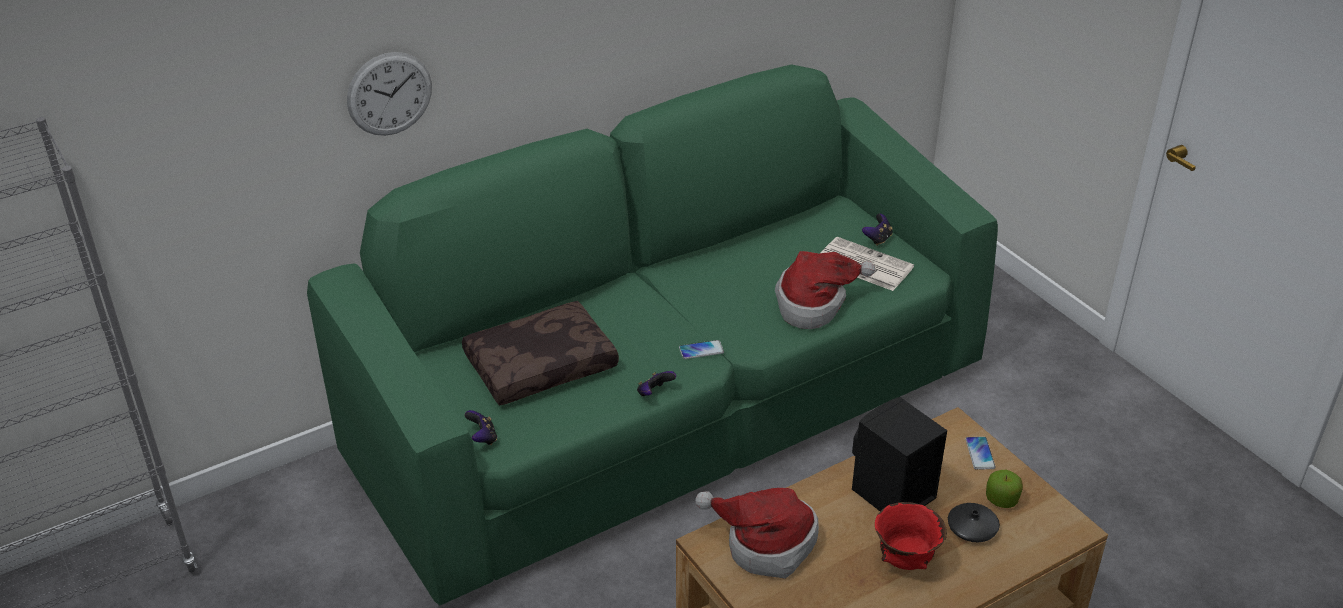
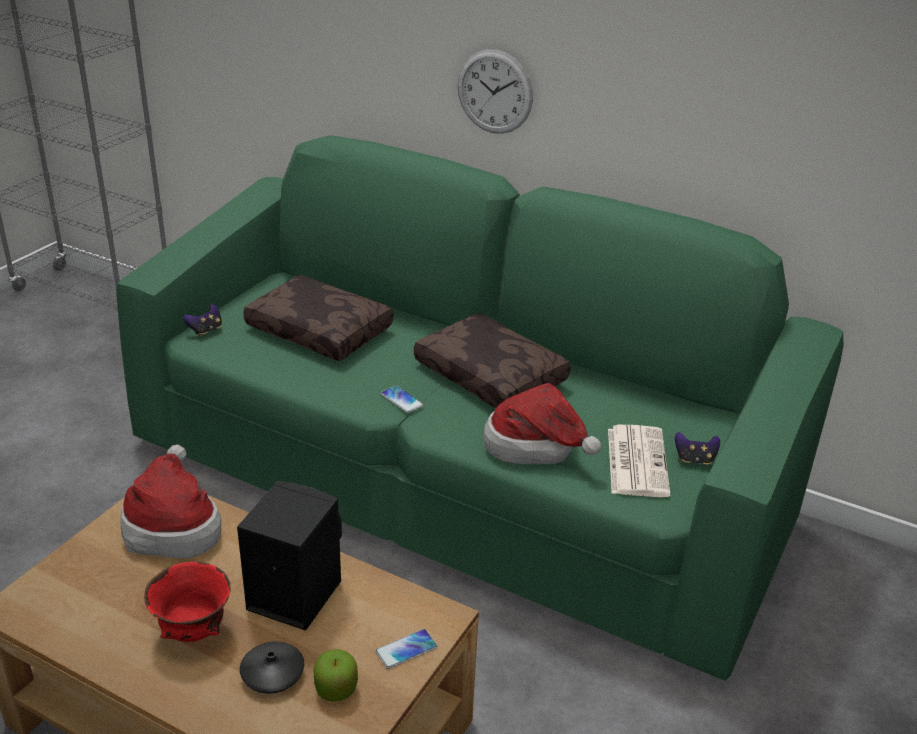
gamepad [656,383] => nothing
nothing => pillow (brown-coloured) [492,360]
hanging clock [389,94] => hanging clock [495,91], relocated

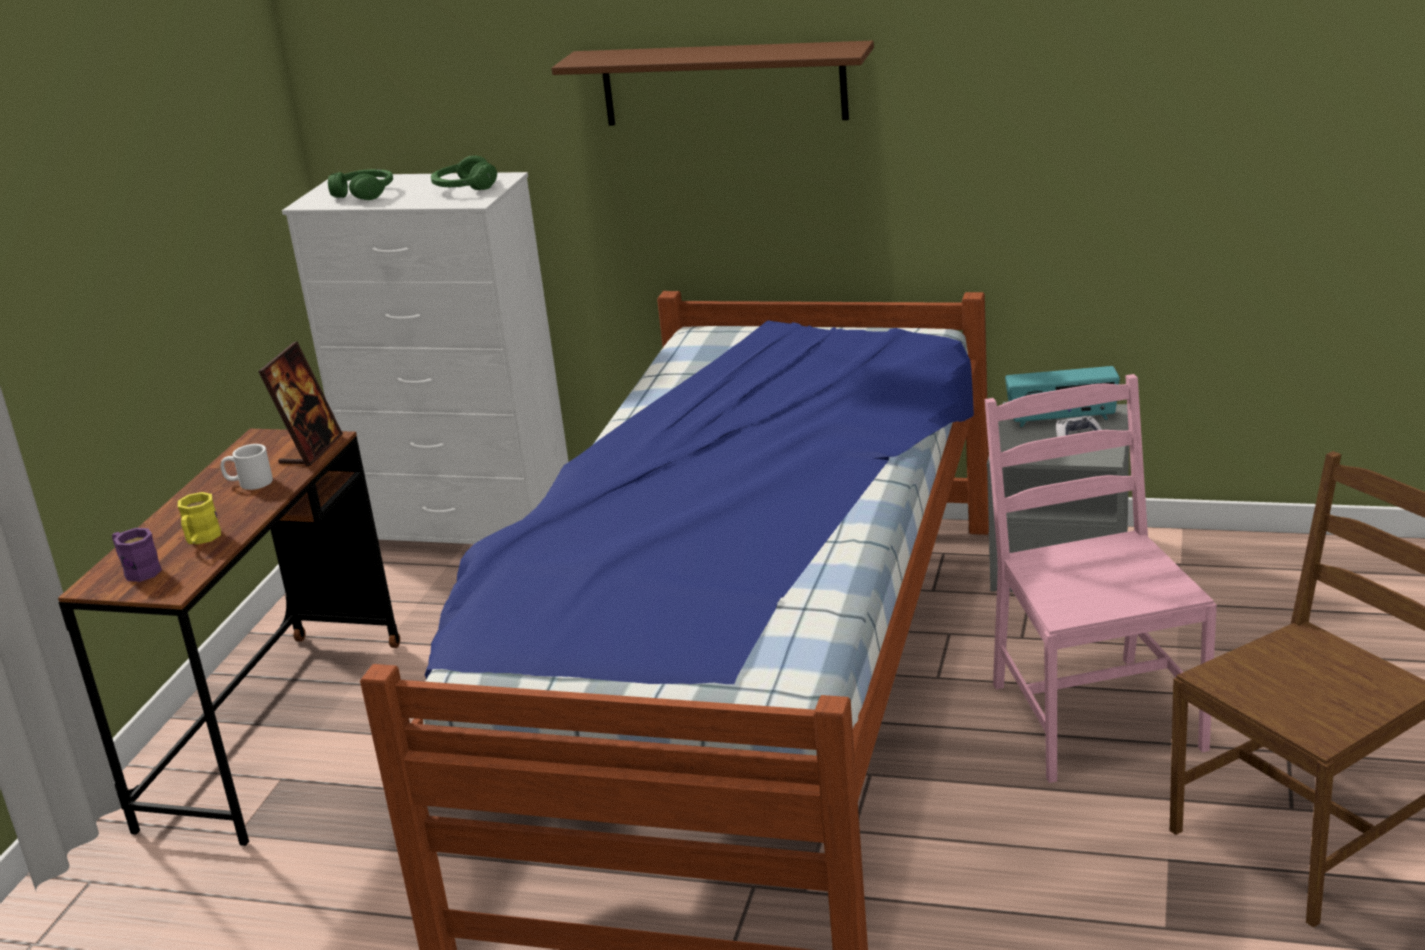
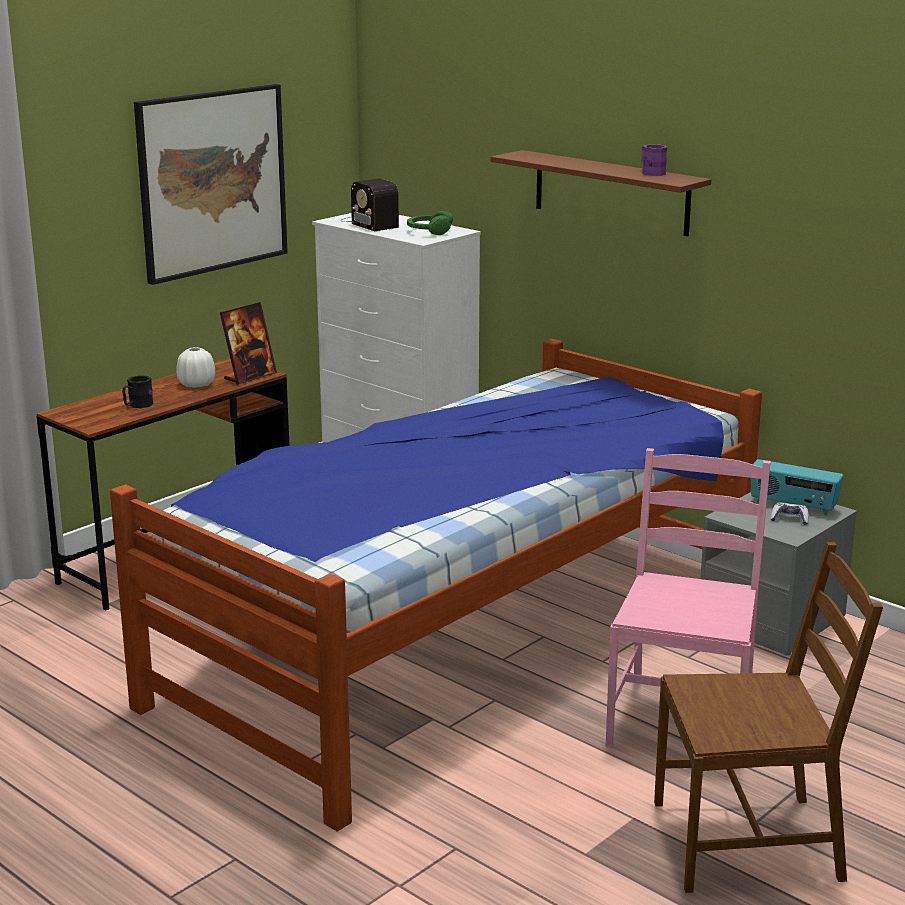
nothing => wall art [211,184]
mug (purplish) [137,555] => mug (purplish) [654,160], relocated
mug (white-coloured) [247,467] => flower vase (white-coloured) [195,367]
headset (green) [360,184] => radio set [369,205]
mug (yellow) [199,518] => mug (black) [138,391]

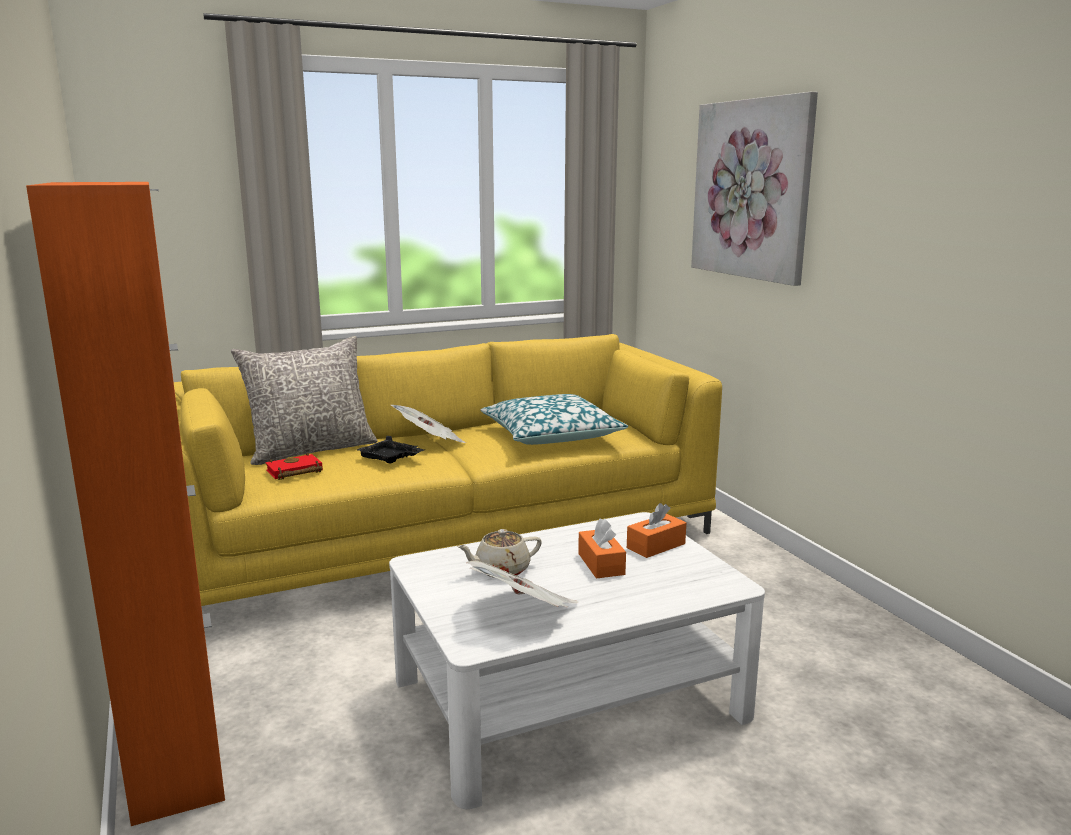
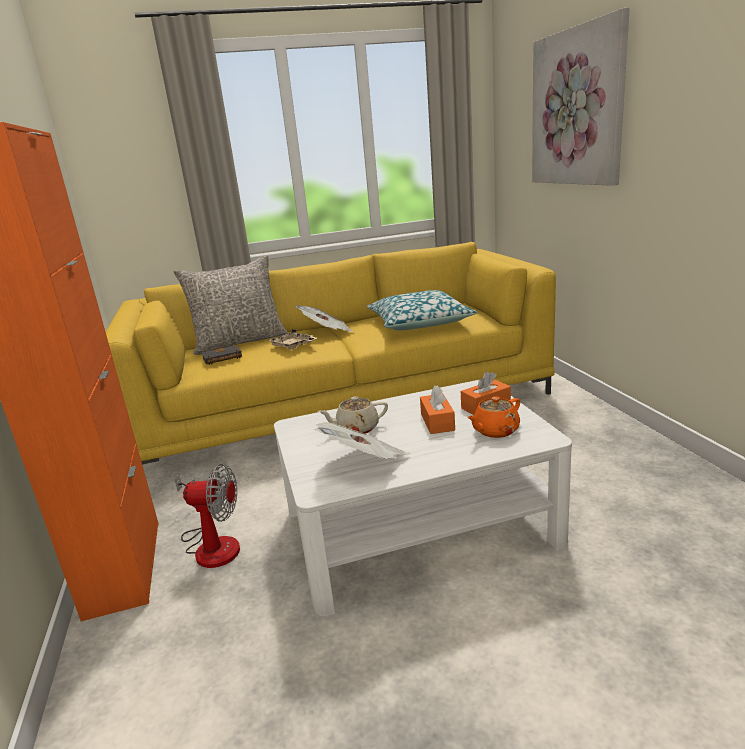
nothing => cooling fan [207,516]
nothing => teapot (orange) [493,417]
volume (red-coloured) [294,466] => volume (black) [222,354]
tray (black) [390,449] => tray (beige-coloured) [292,339]

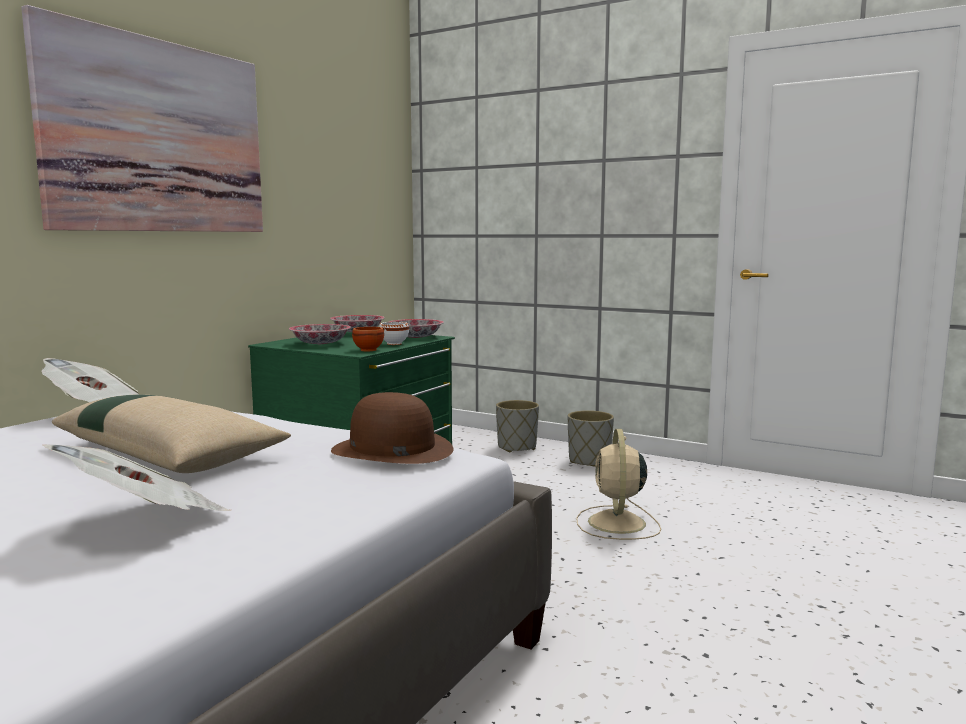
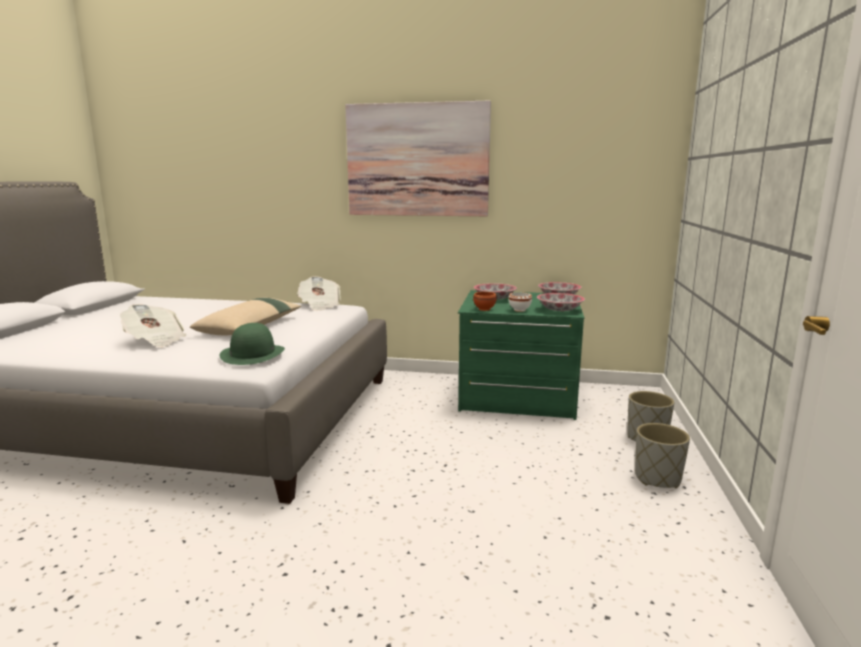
cooling fan (beige-coloured) [618,484] => nothing
clothing hat (brown-coloured) [392,428] => clothing hat (green) [252,344]

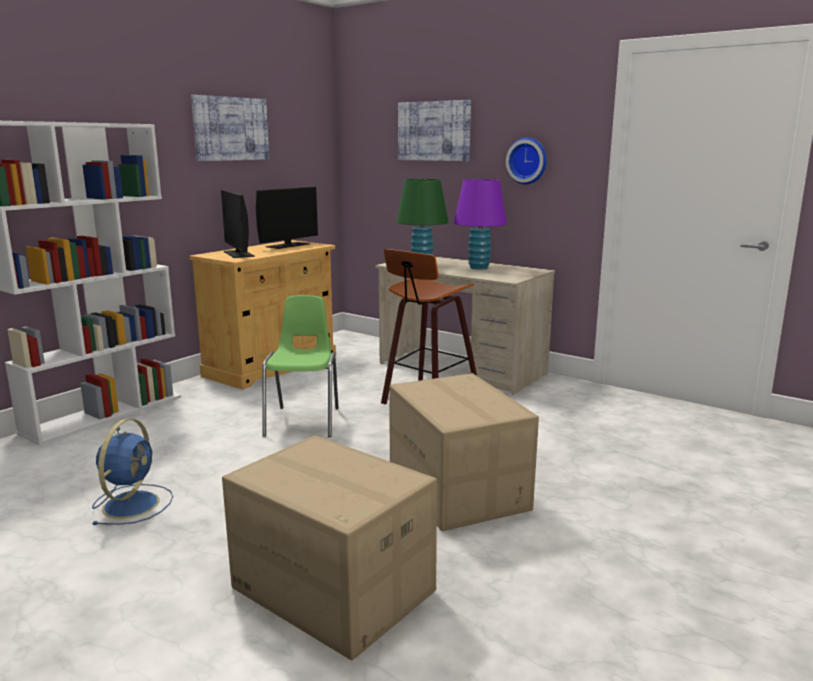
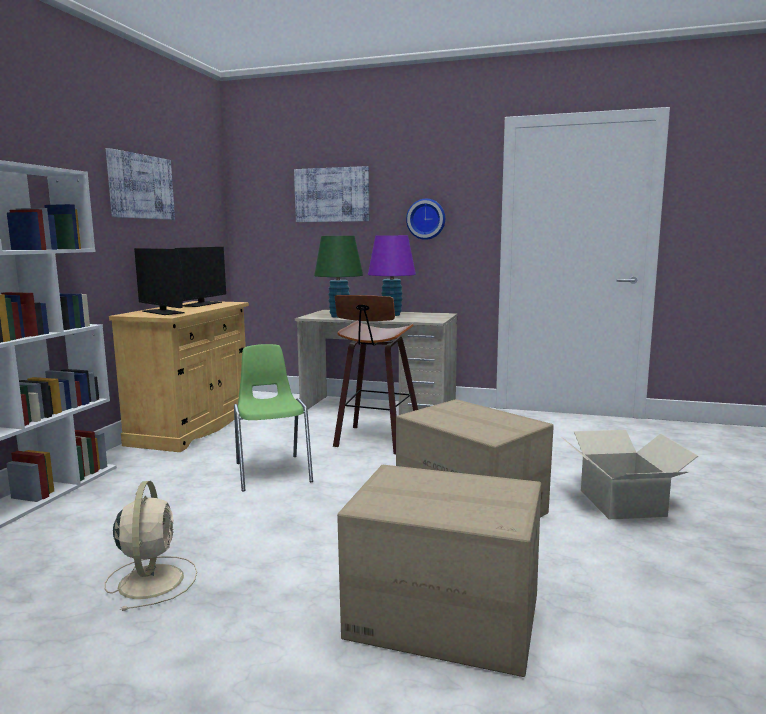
nothing => cardboard box [629,474]
cooling fan (bluish) [132,472] => cooling fan (beige-coloured) [150,546]

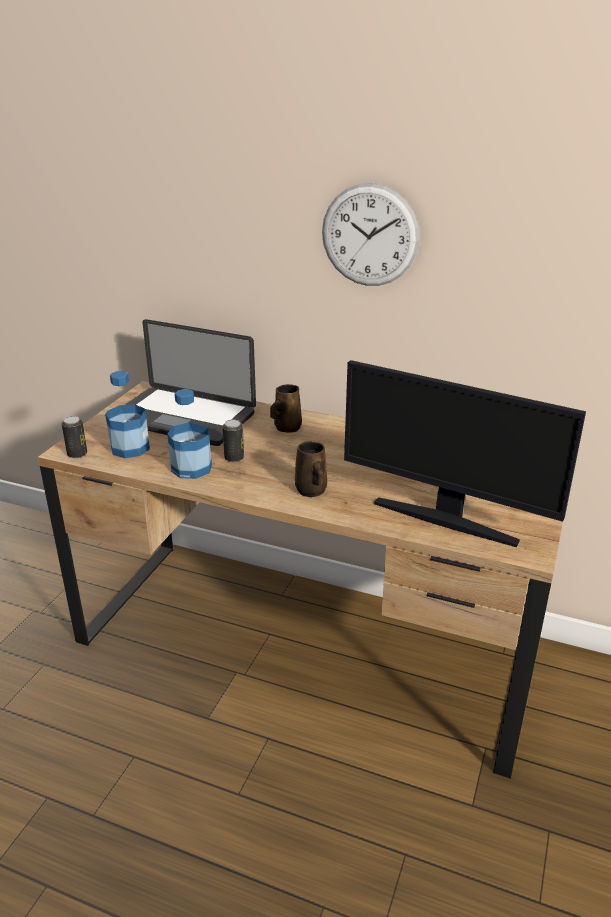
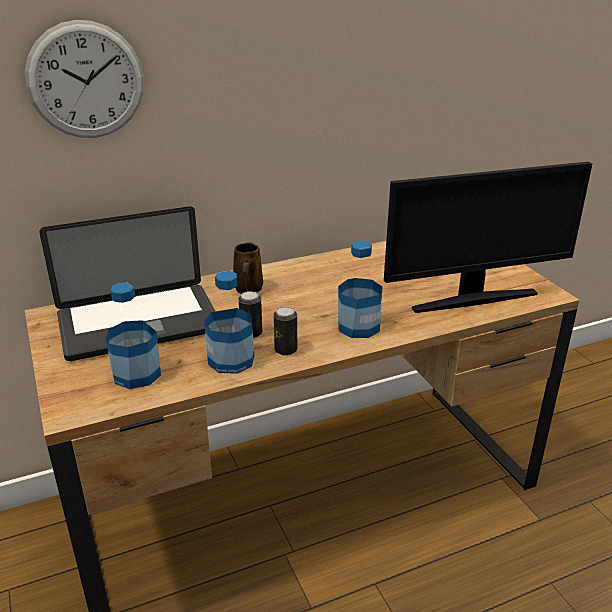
sealed can [74,437] => sealed can [285,331], relocated
hanging clock [370,234] => hanging clock [84,79], relocated
mug (brown-coloured) [311,469] => bottle [360,289]

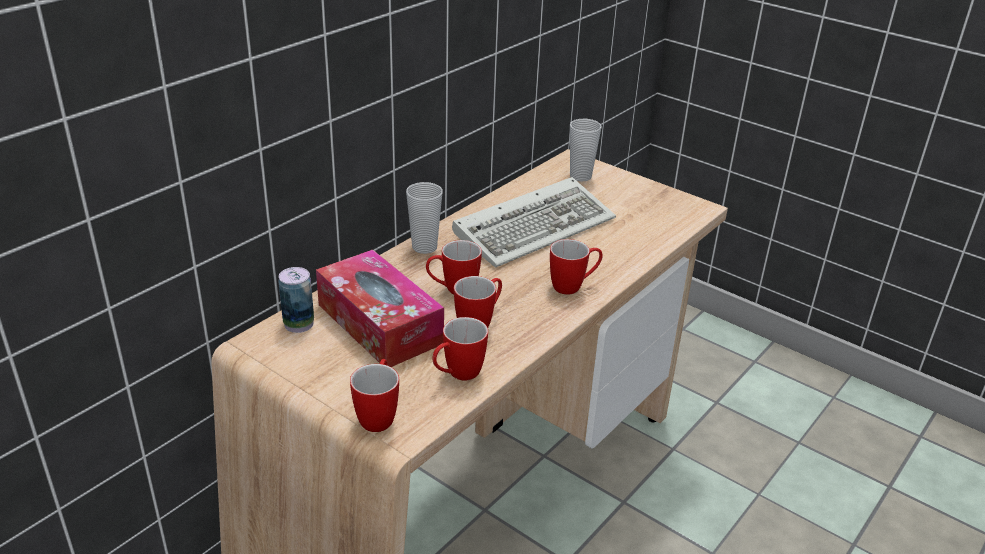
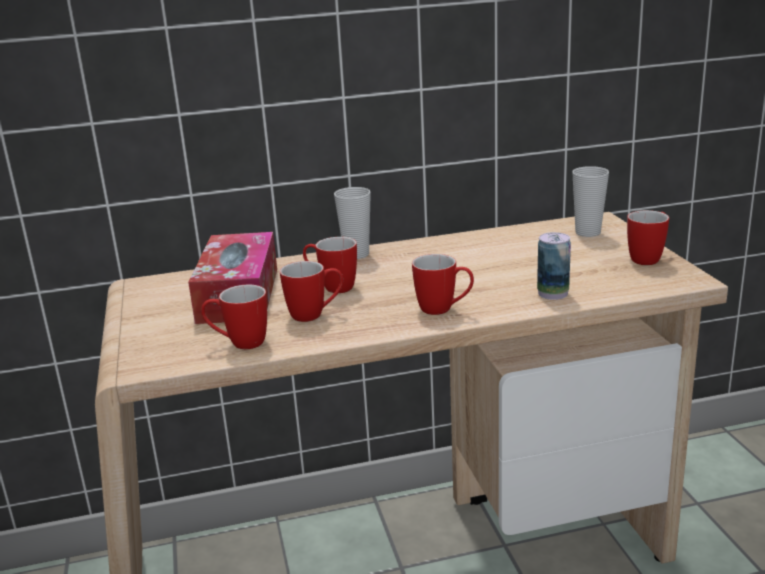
computer keyboard [534,222] => nothing
sealed can [296,300] => sealed can [554,266], relocated
mug [374,395] => mug [648,237], relocated

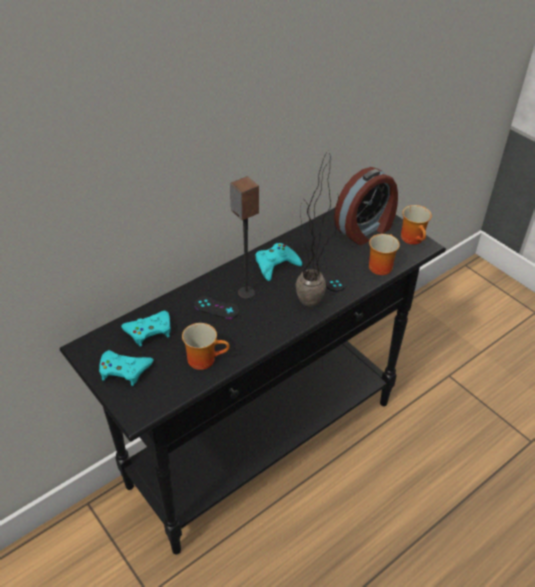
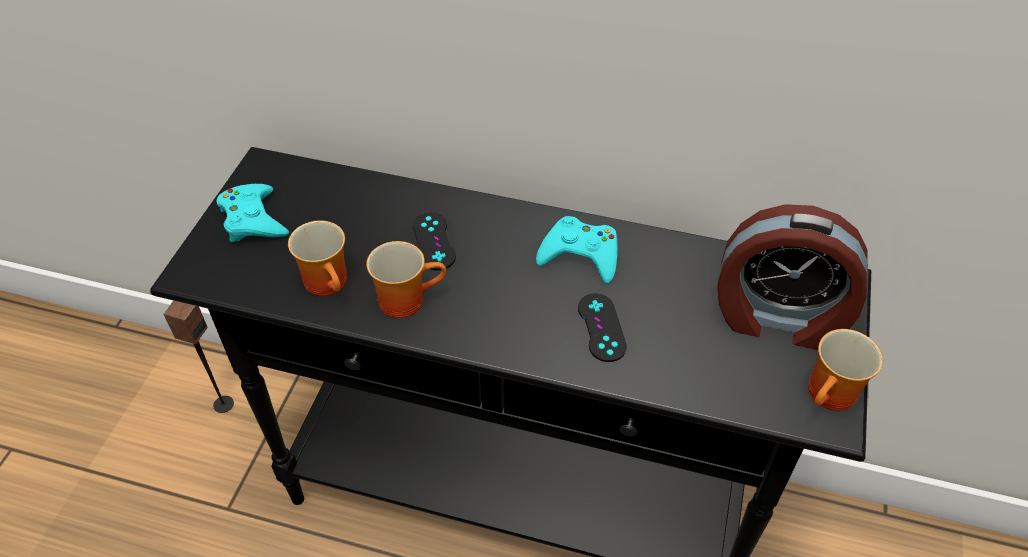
gamepad (turquoise-coloured) [146,329] => nothing
houseplant [317,229] => nothing
speaker [244,237] => speaker [199,356], relocated
mug [384,254] => mug [406,279], relocated

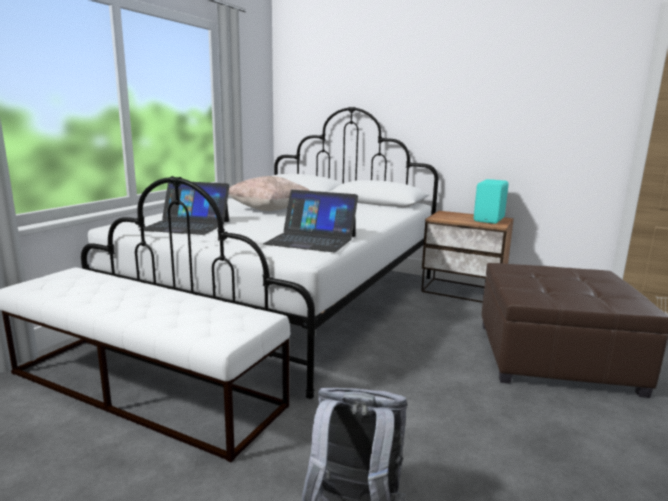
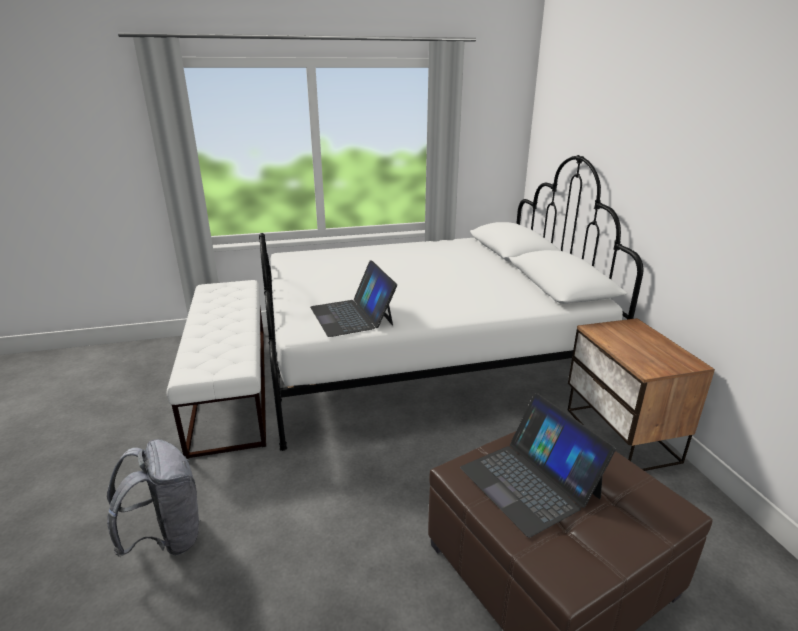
pillow (beige-coloured) [269,193] => nothing
speaker (turquoise-coloured) [491,201] => nothing
laptop [184,208] => laptop [538,465], relocated

